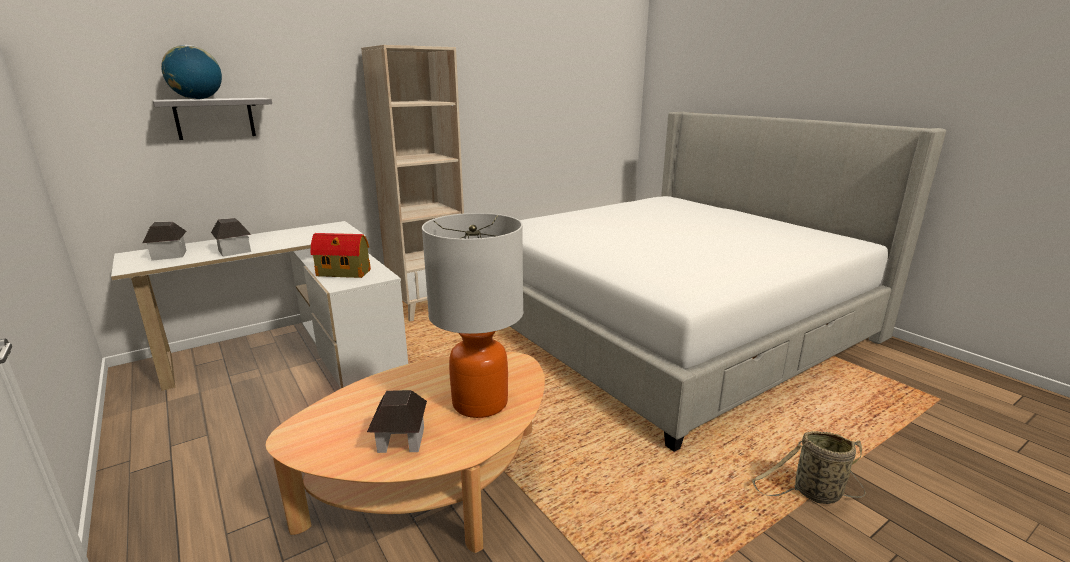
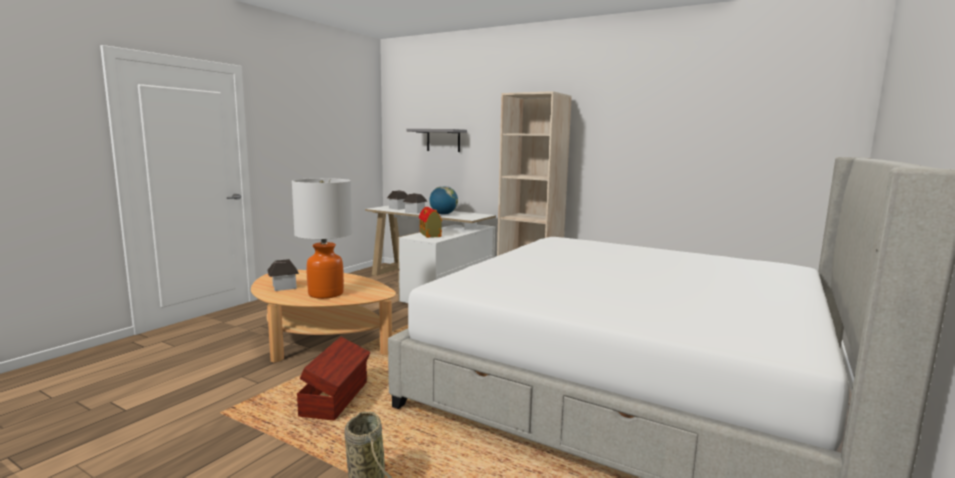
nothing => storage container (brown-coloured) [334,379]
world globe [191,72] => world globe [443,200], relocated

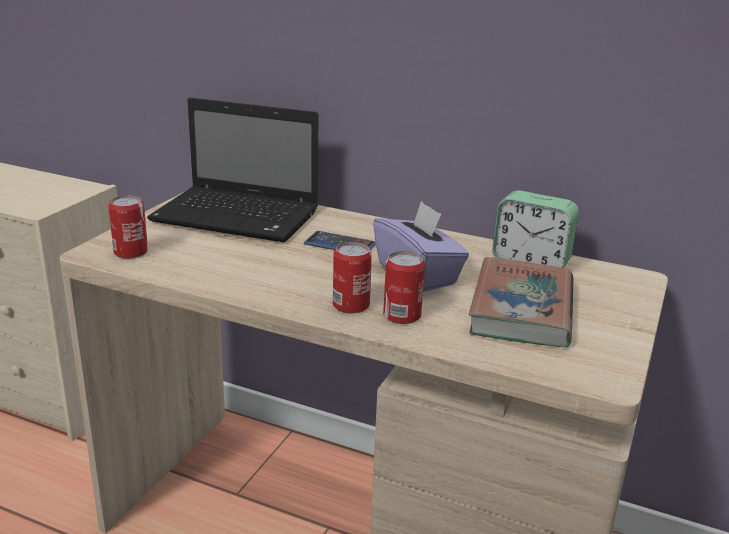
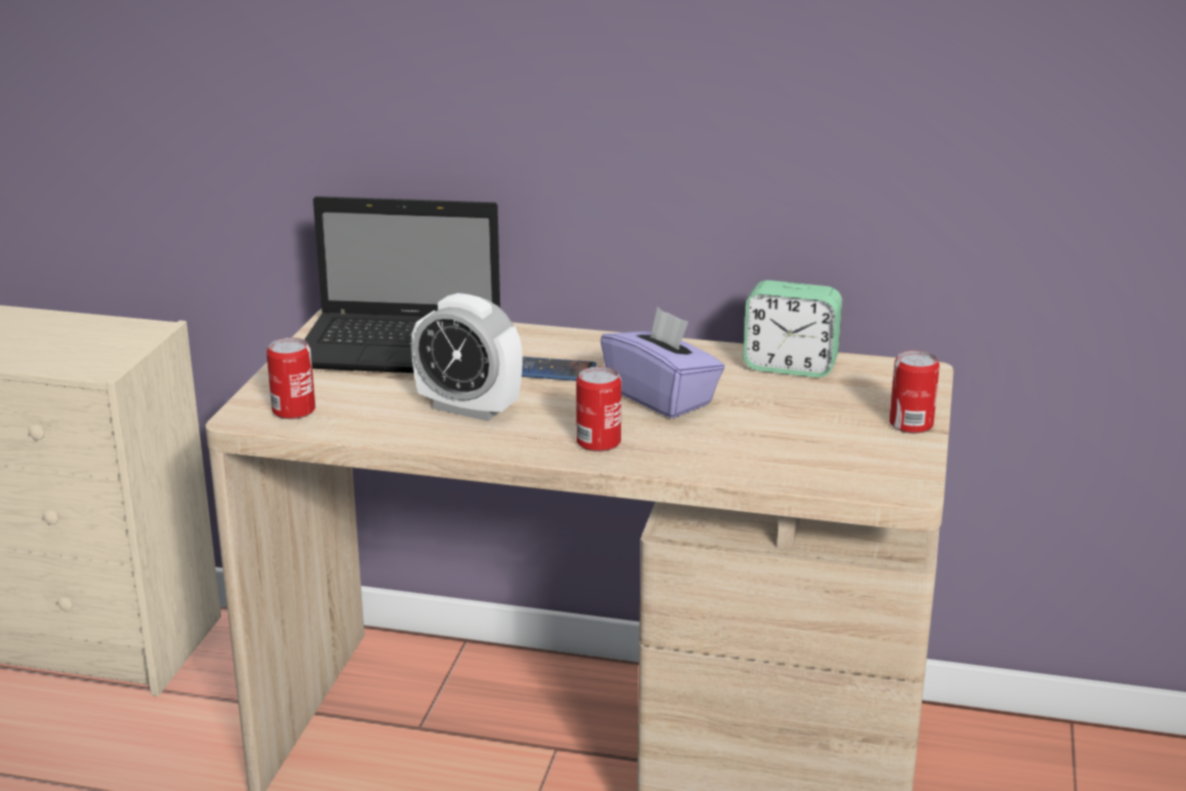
volume [521,302] => nothing
nothing => table clock [466,357]
sealed can [404,287] => sealed can [914,391], relocated

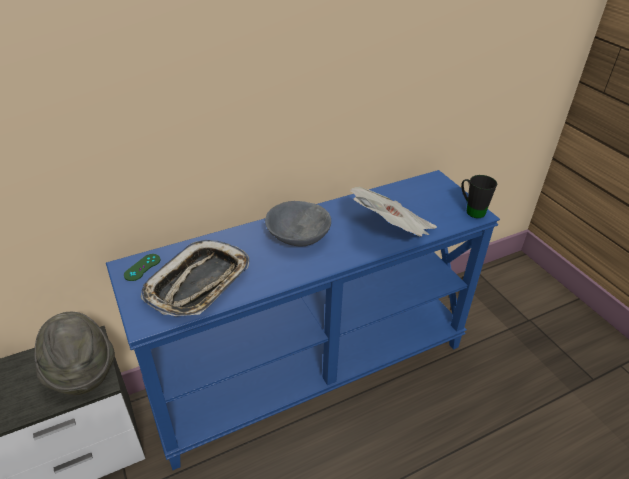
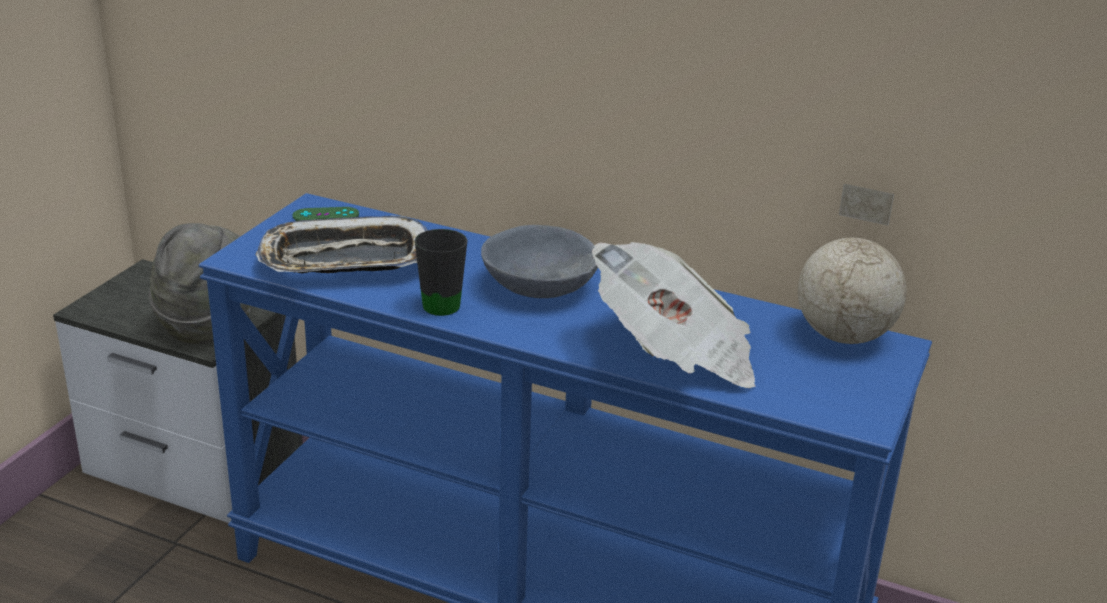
nothing => world globe [852,264]
mug (black) [479,196] => mug (black) [441,272], relocated

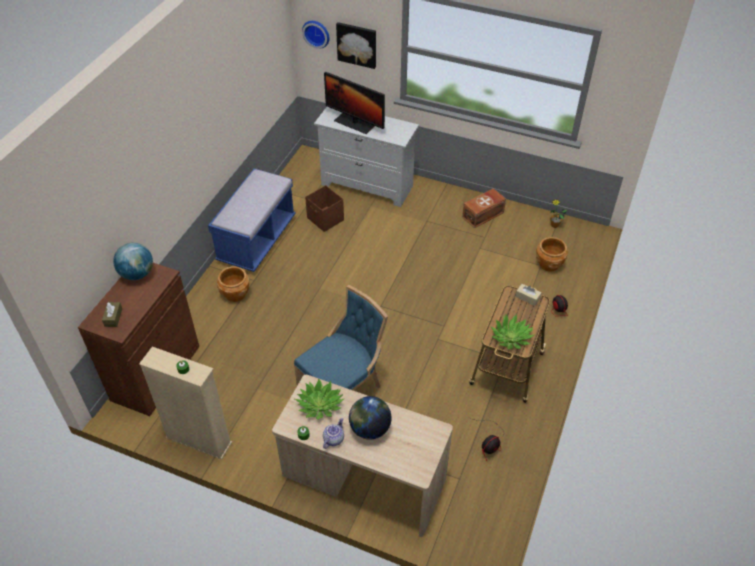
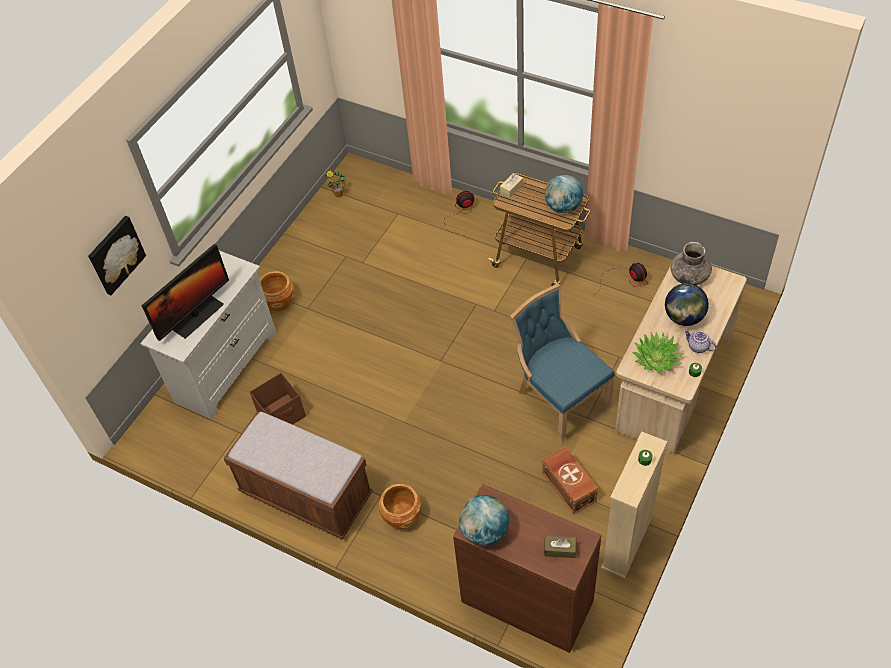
hanging clock [316,35] => nothing
nothing => flower vase (gray) [691,263]
storage container (brown-coloured) [484,208] => storage container (brown-coloured) [570,481], relocated
plant pot (brown-coloured) [552,254] => plant pot (brown-coloured) [277,291], relocated
houseplant [512,331] => world globe [564,194]
long seat (bluish) [252,220] => long seat (brown-coloured) [298,475]

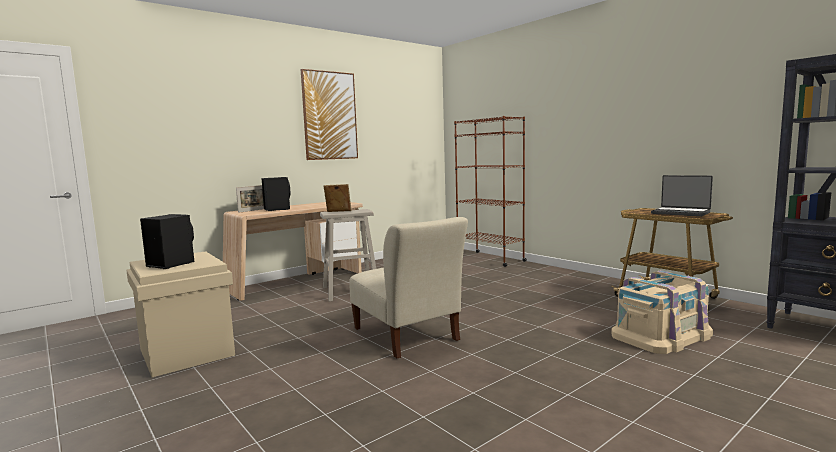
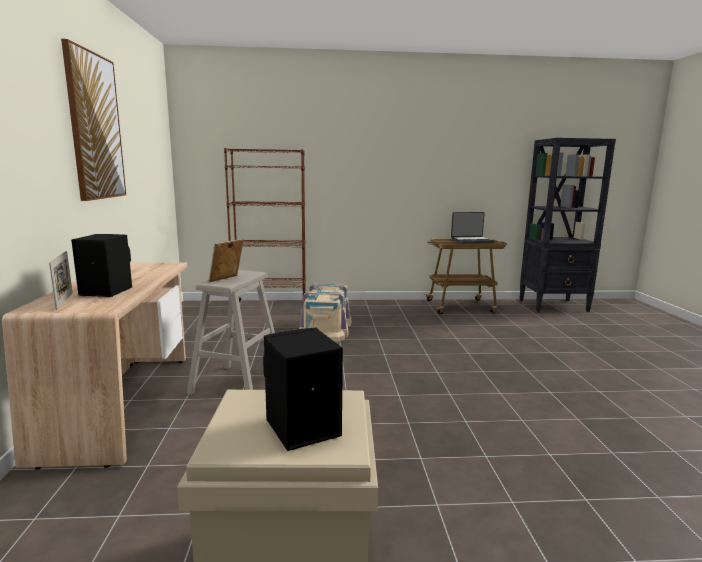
chair (beige-coloured) [408,287] => nothing
storage container (beige-coloured) [662,312] => storage container (beige-coloured) [325,312], relocated

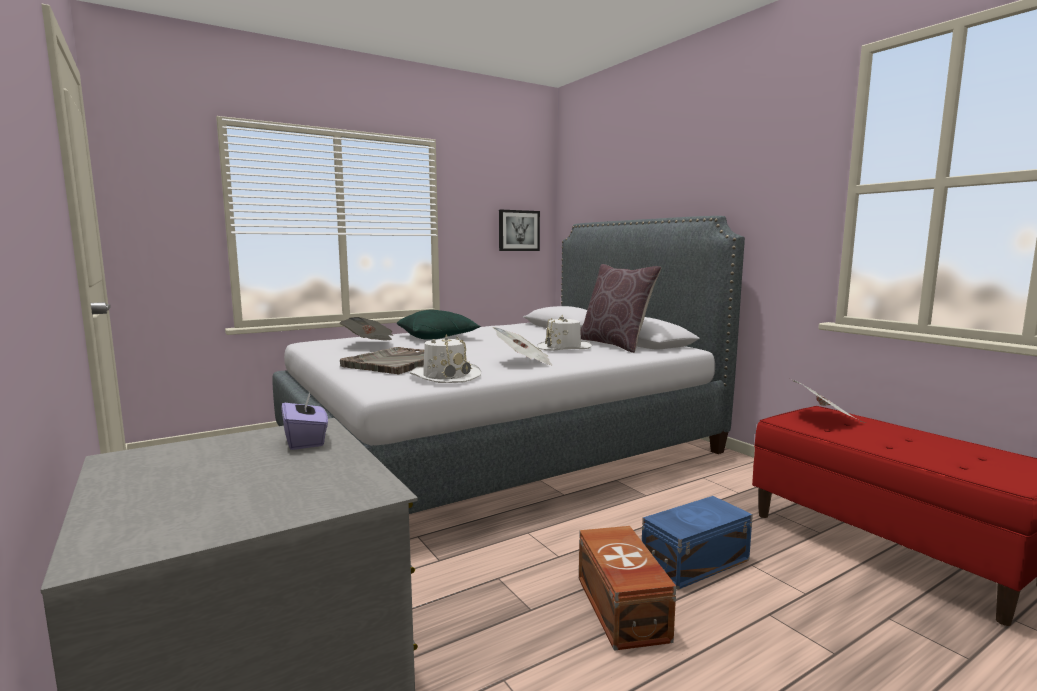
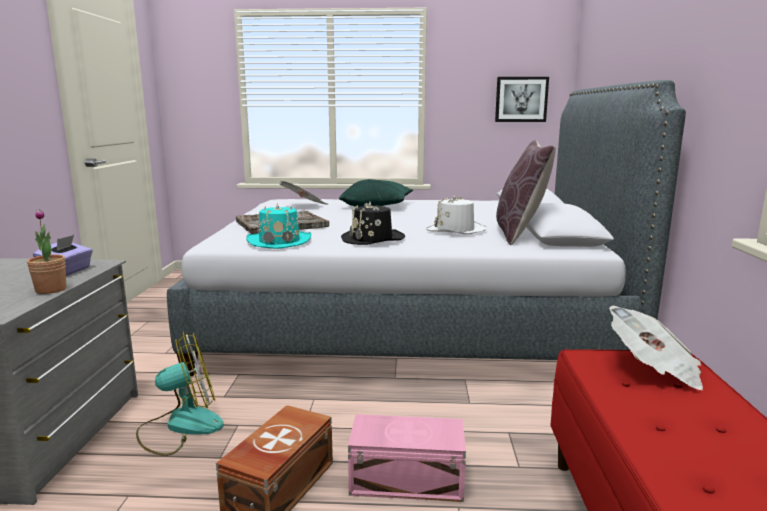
nothing => houseplant [46,251]
nothing => cooling fan [179,394]
printed paper [522,346] => clothing hat (black) [373,223]
clothing hat (white-coloured) [445,358] => clothing hat (turquoise-coloured) [278,226]
storage container (bluish) [697,543] => storage container (pinkish) [407,458]

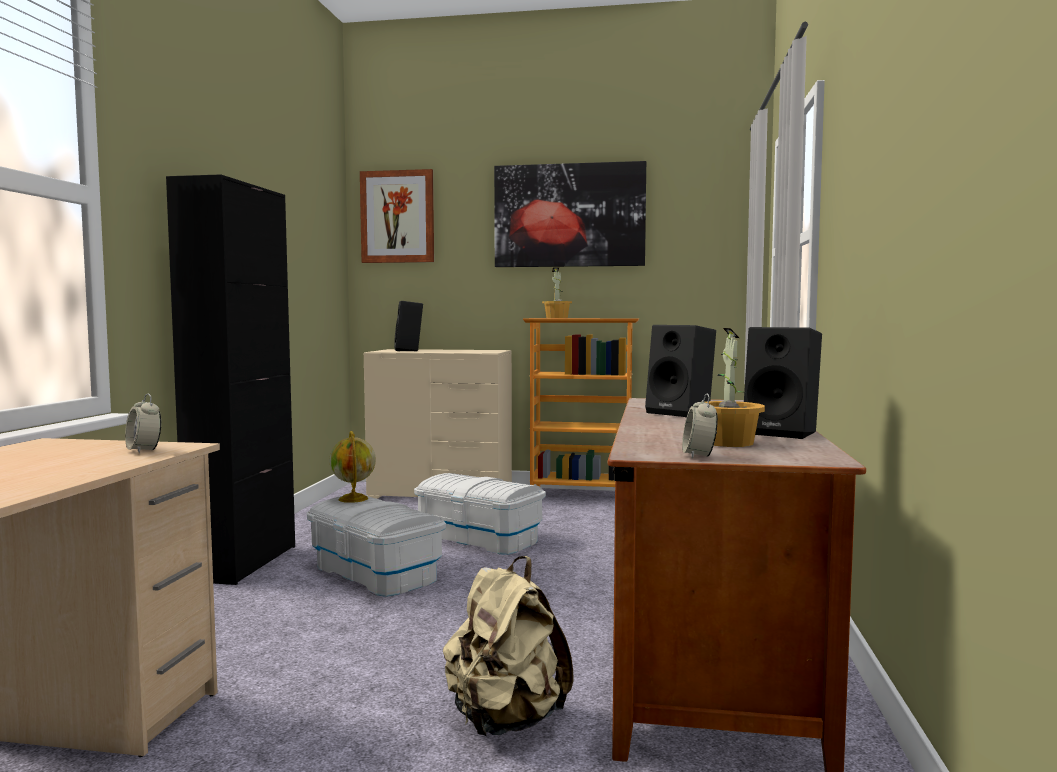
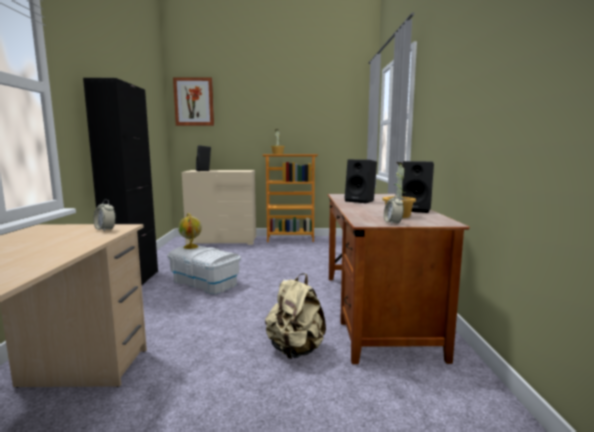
storage container (white-coloured) [480,514] => nothing
wall art [570,214] => nothing

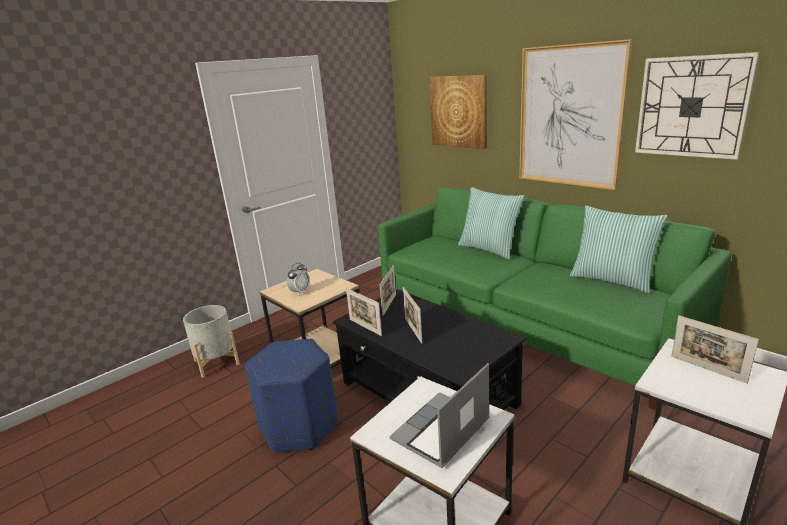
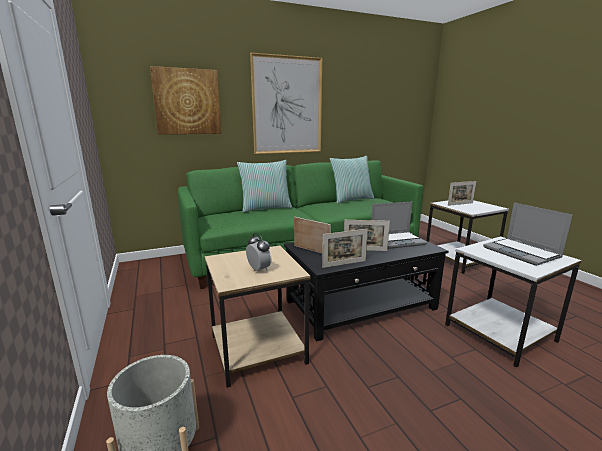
pouffe (bluish) [291,396] => nothing
hanging clock [697,106] => nothing
nothing => laptop [399,225]

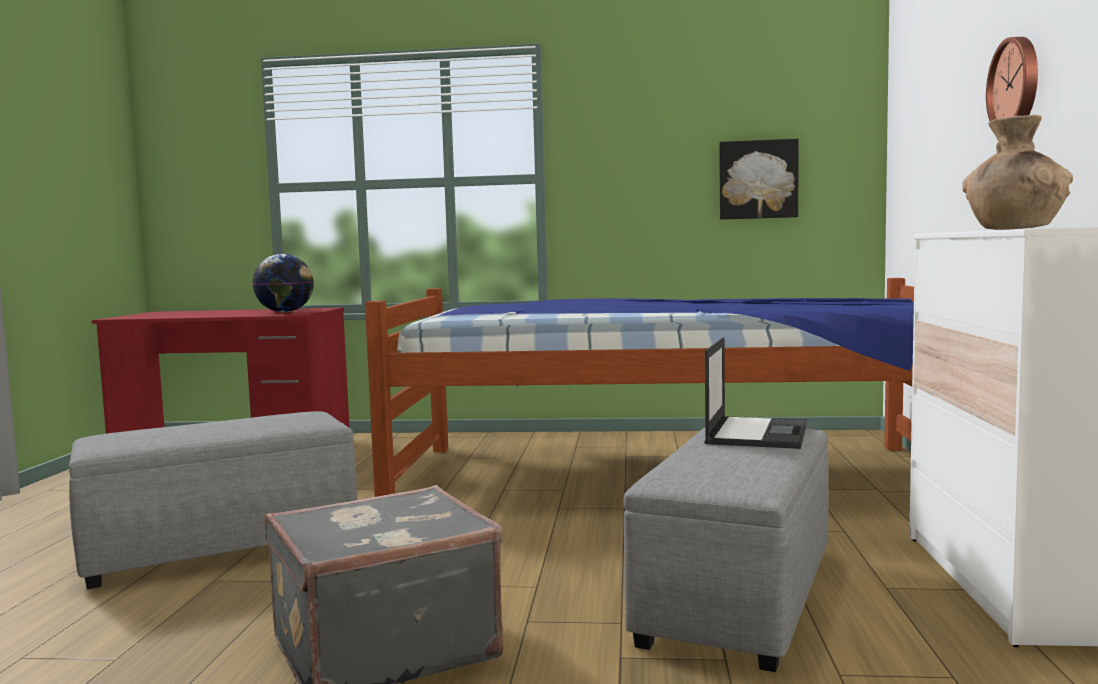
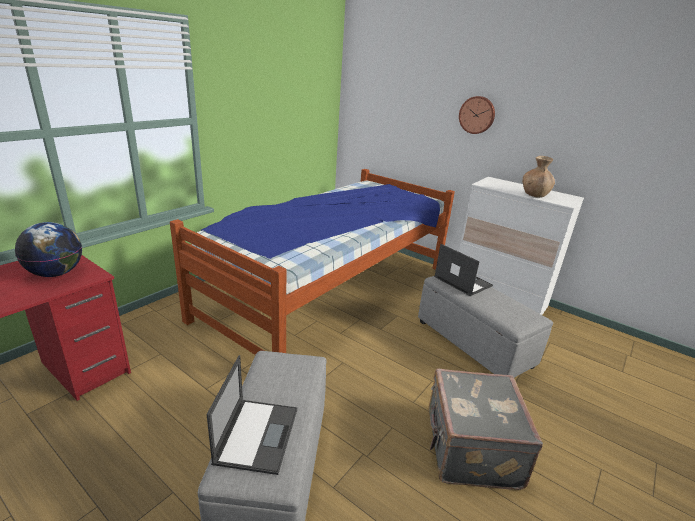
wall art [759,179] => nothing
nothing => laptop [252,415]

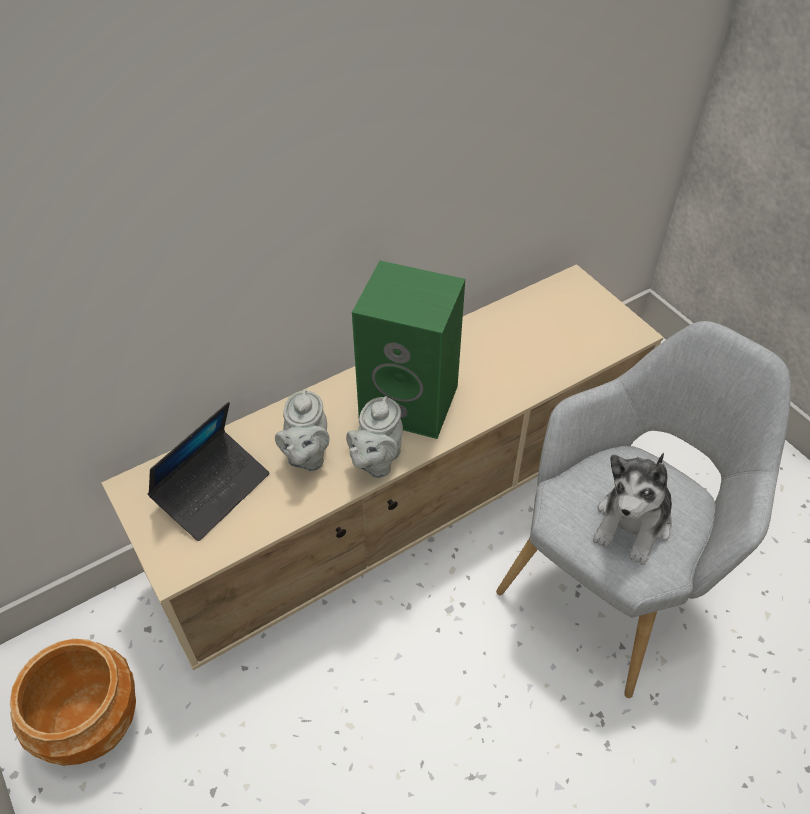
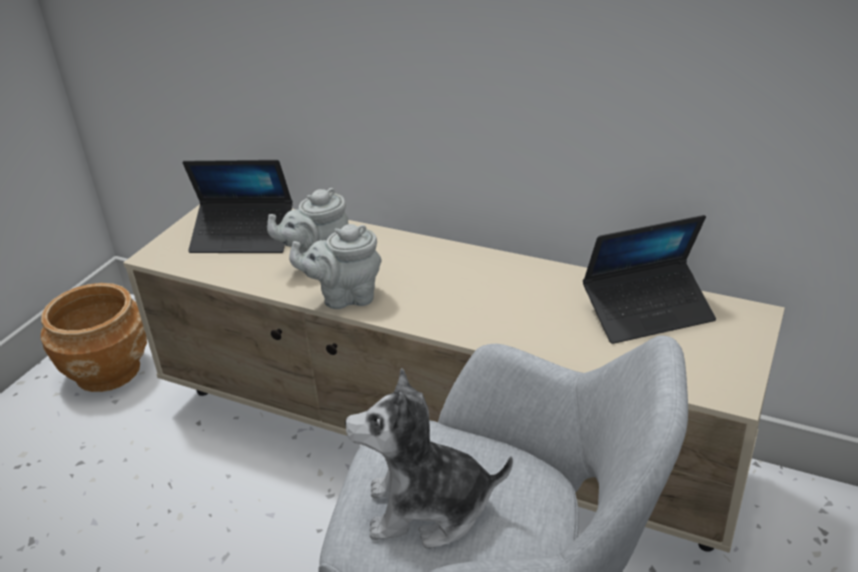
speaker (green) [408,350] => nothing
nothing => laptop [649,279]

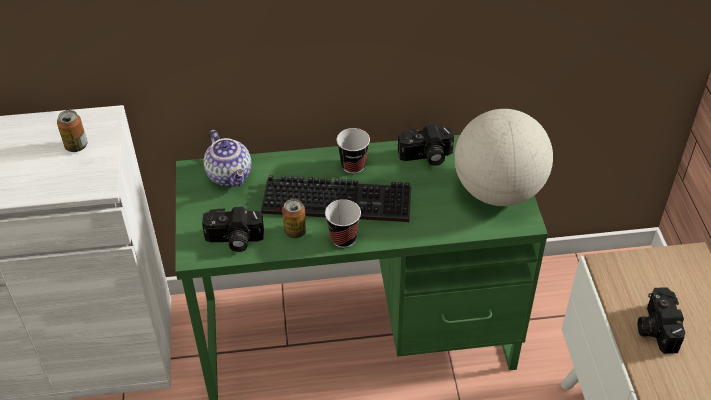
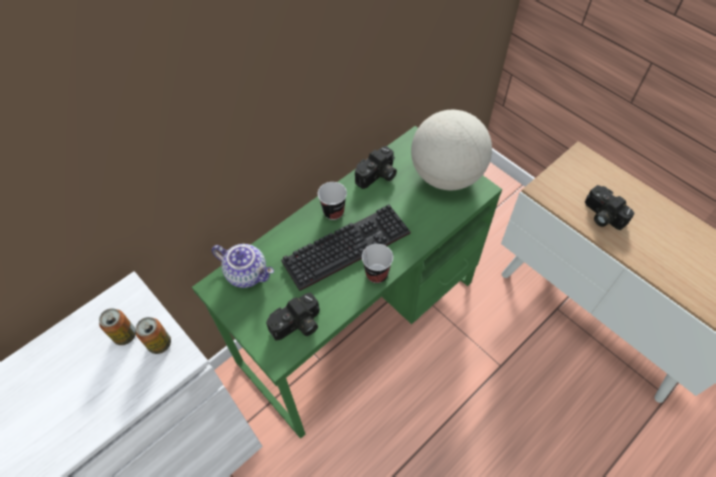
sealed can [294,218] => sealed can [153,335], relocated

